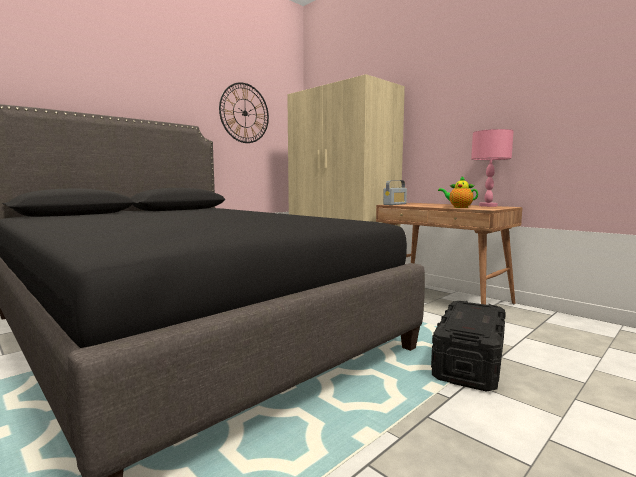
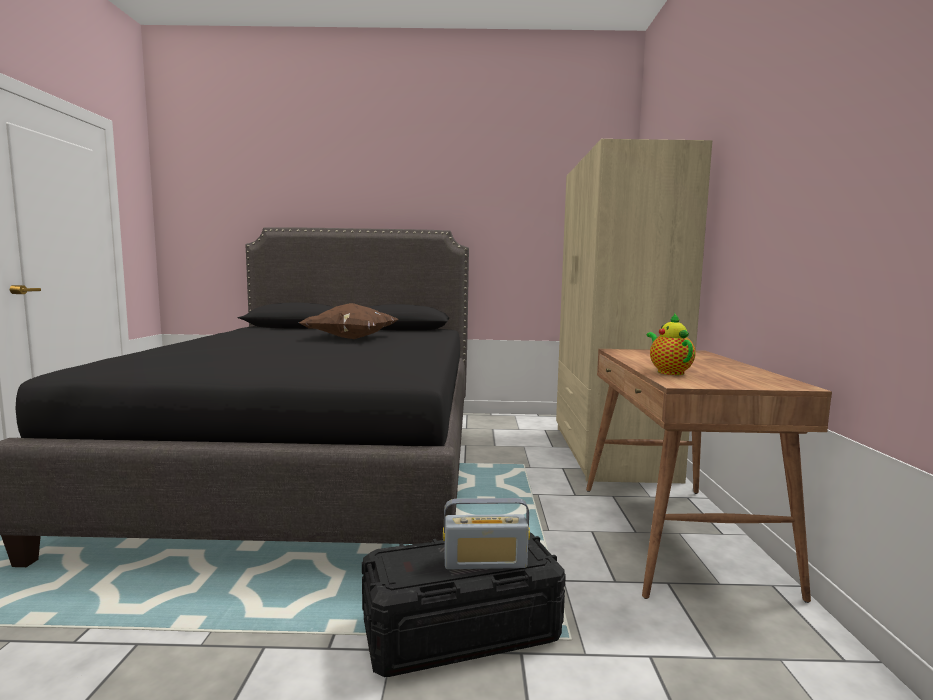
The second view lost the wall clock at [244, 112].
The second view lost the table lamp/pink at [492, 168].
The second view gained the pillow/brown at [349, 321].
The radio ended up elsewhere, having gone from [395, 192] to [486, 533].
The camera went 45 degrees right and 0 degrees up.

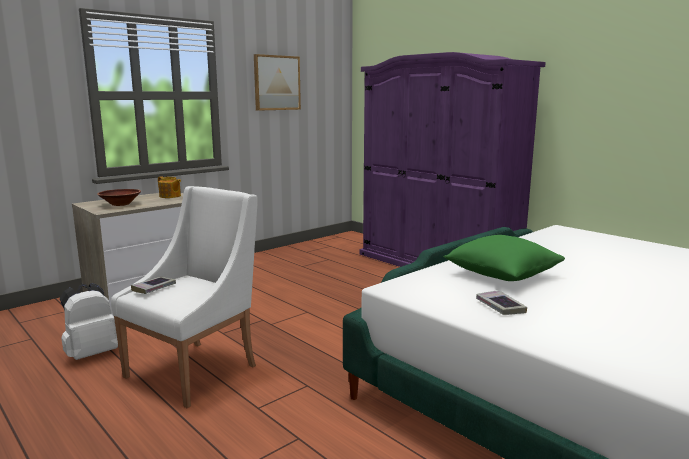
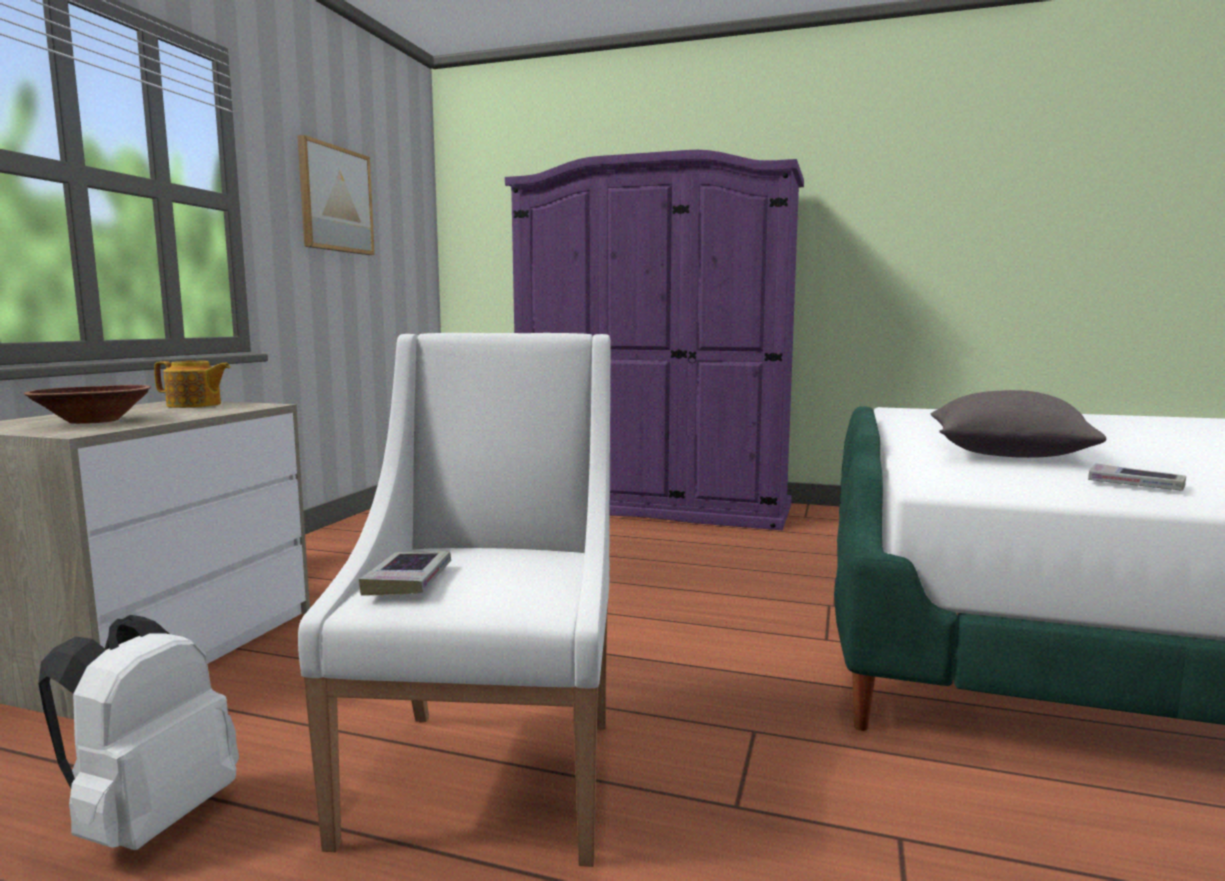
What was the pillow/green at [504, 258] turned into the pillow/grey at [1018, 424].
The camera went 30 degrees left and 5 degrees down.

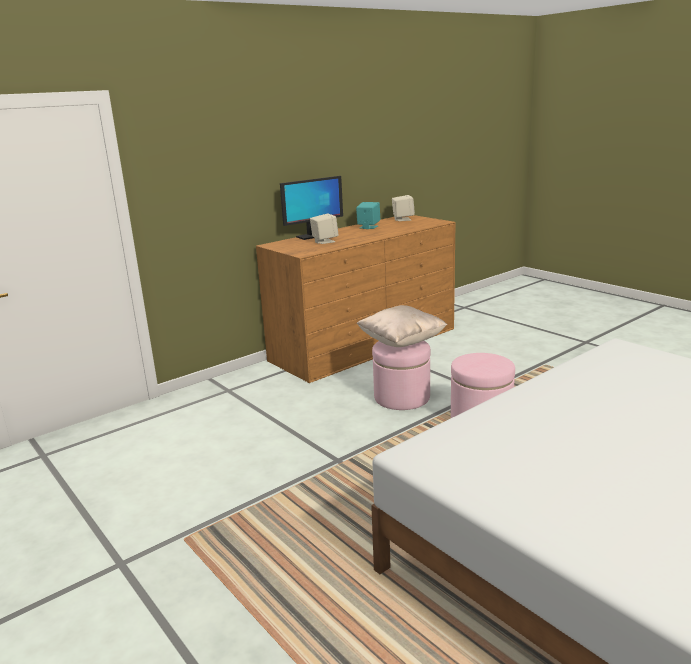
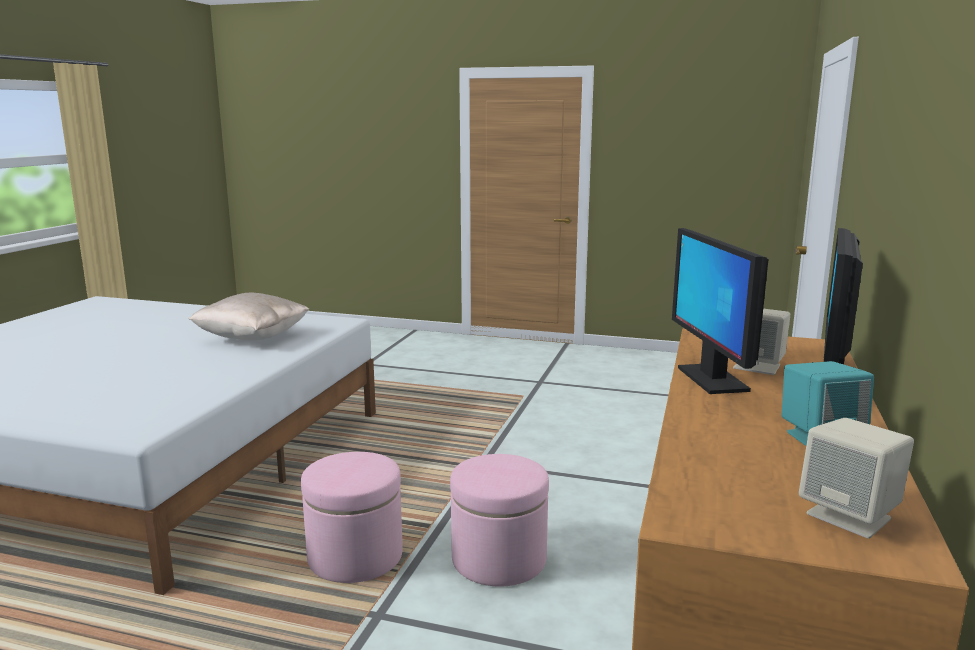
The second view gained the monitor at [720, 311].
The pillow/beige ended up elsewhere, having gone from [402, 326] to [249, 317].
The camera went 145 degrees right and 5 degrees down.

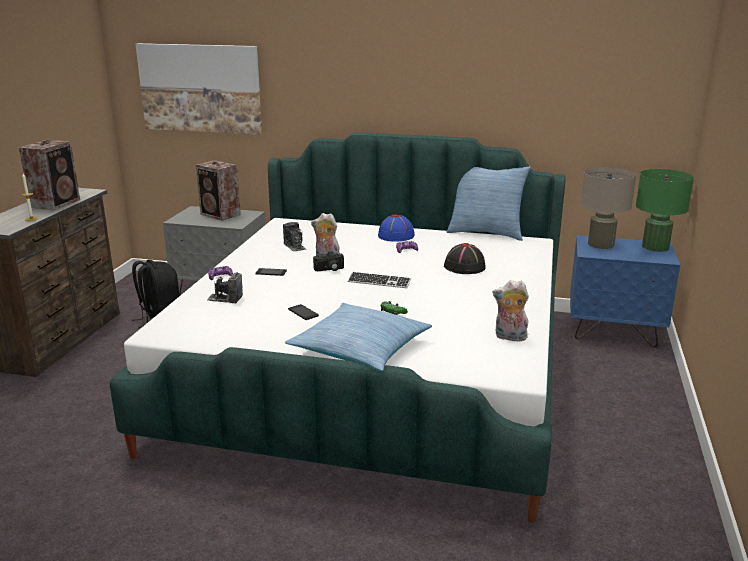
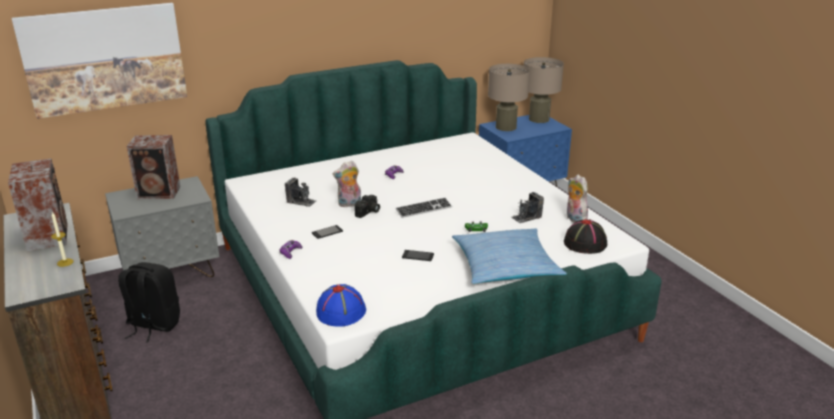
The second view lost the pillow at [489, 203].
The photo camera ended up elsewhere, having gone from [225, 287] to [527, 207].
The hat/blue ended up elsewhere, having gone from [396, 227] to [341, 305].
The hat/black ended up elsewhere, having gone from [465, 258] to [585, 236].
What was the table lamp/green at [665, 210] turned into the table lamp/beige at [544, 90].
The plush toy at [511, 310] ended up facing another way, 90 degrees clockwise from before.
The camera went 40 degrees left and 5 degrees up.

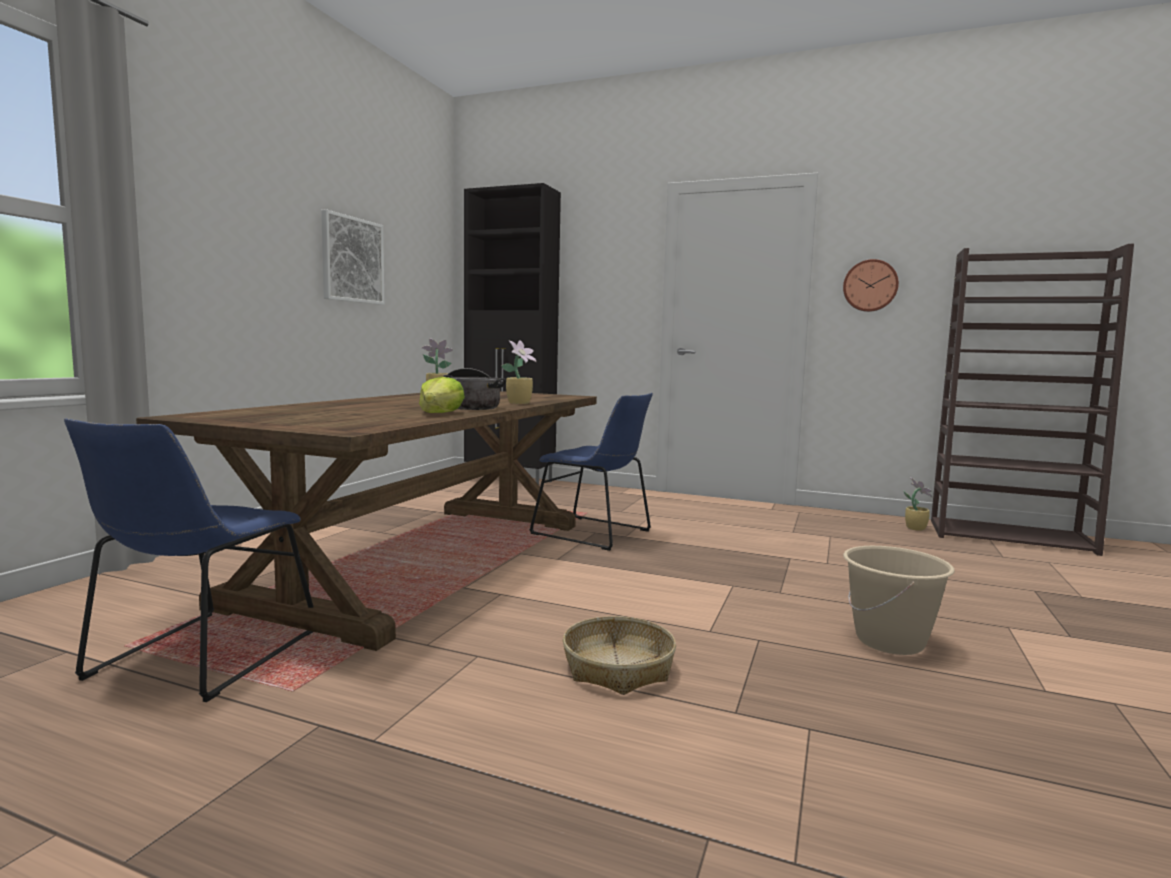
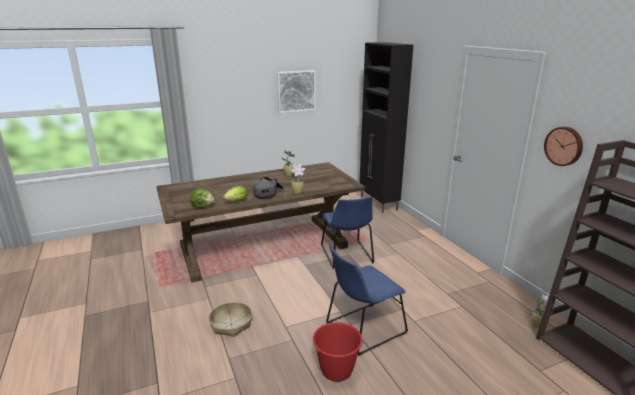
The second view gained the lettuce at [202, 198].
The chair/blue ended up elsewhere, having gone from [189, 560] to [367, 301].
What was the bucket/beige at [899, 600] turned into the bucket/red at [338, 352].
The camera went 45 degrees right and 15 degrees up.

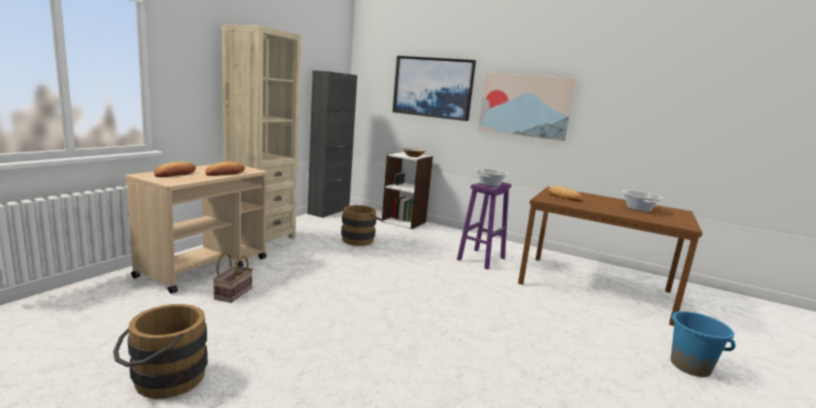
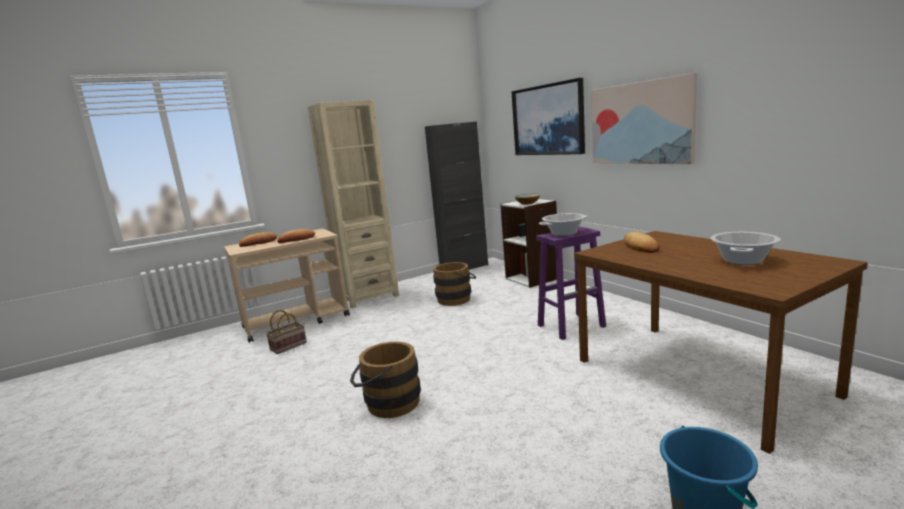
The bucket/brown ended up elsewhere, having gone from [160, 351] to [385, 380].
The camera went 35 degrees right and 0 degrees up.

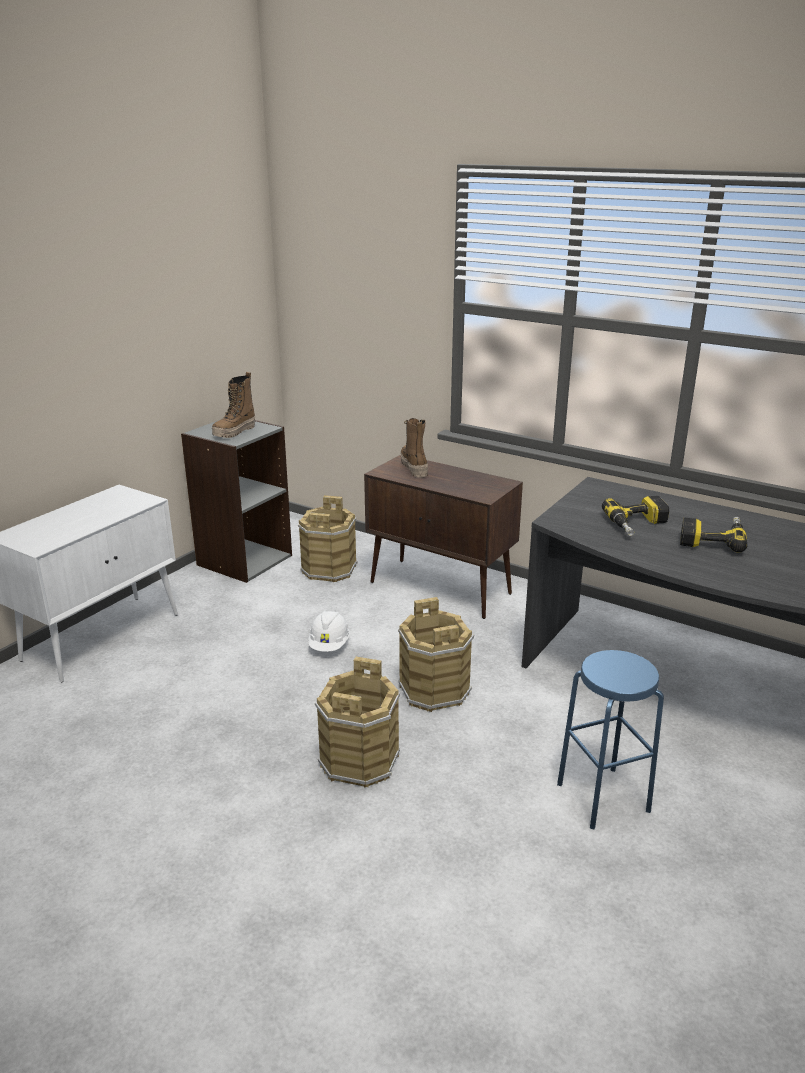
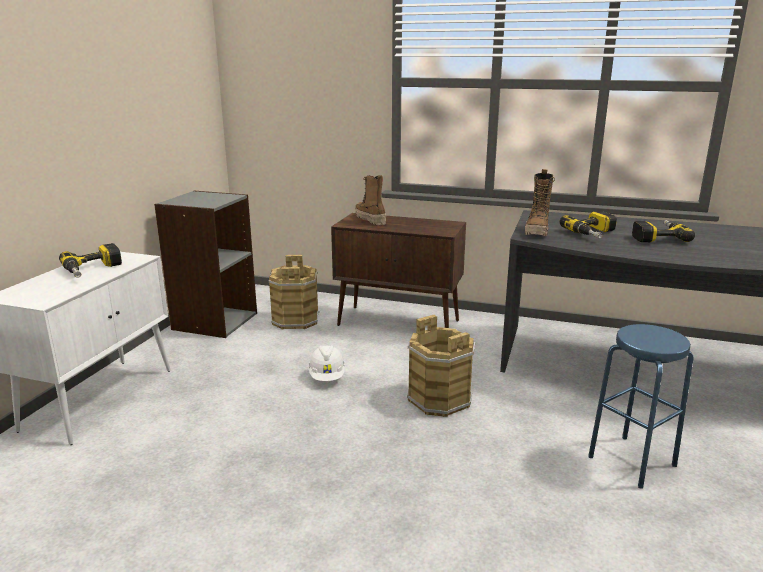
The second view lost the bucket/brown at [357, 722].
The second view gained the power drill at [90, 260].
The boot ended up elsewhere, having gone from [233, 405] to [540, 202].
The camera went 15 degrees left and 5 degrees down.

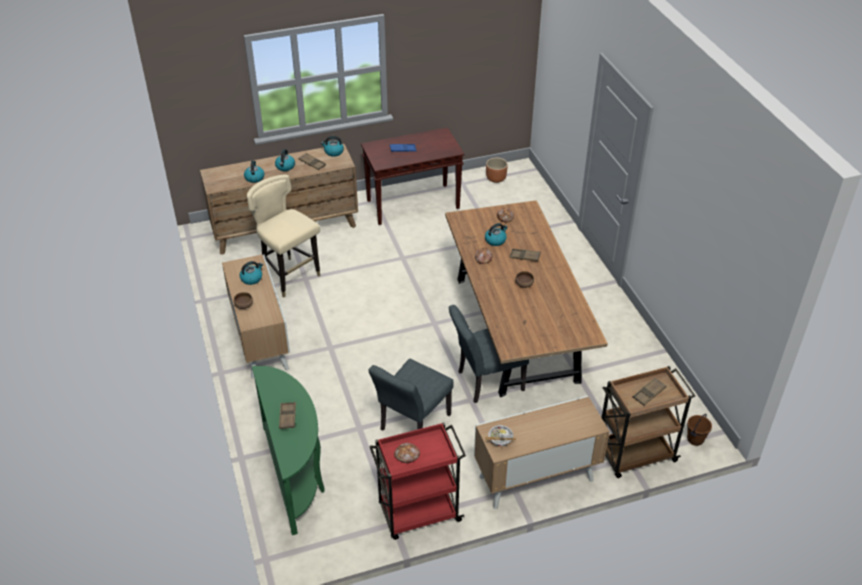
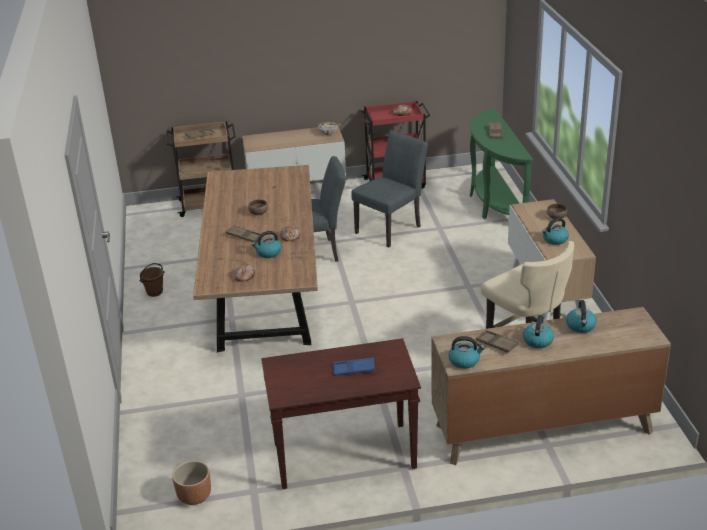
The bucket/brown ended up elsewhere, having gone from [699, 430] to [152, 280].
The camera went 170 degrees left and 10 degrees down.

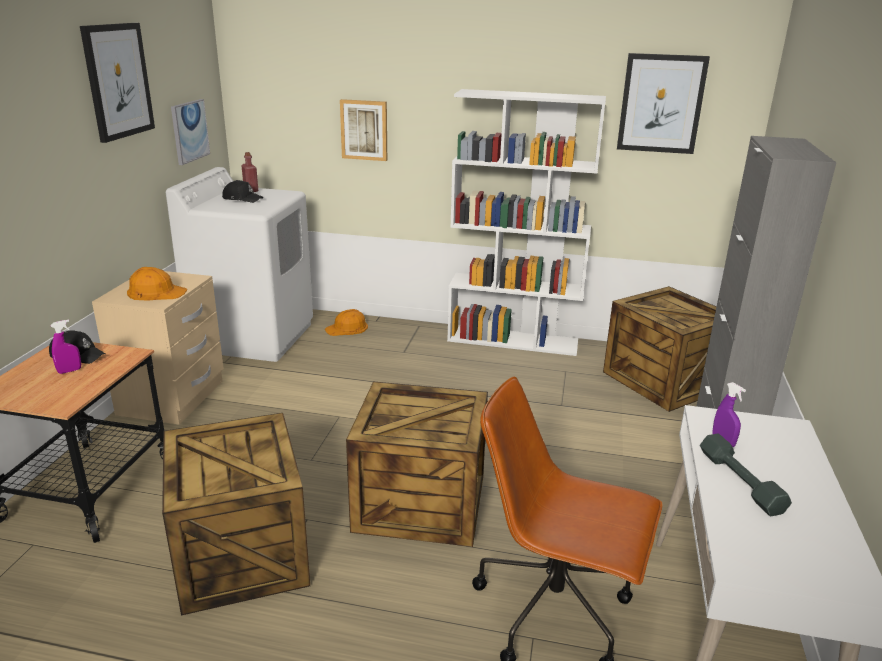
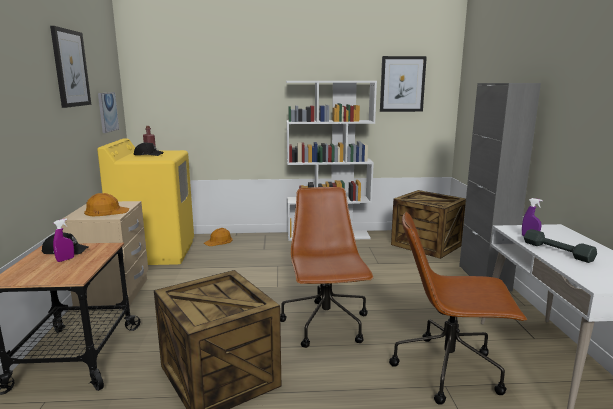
The second view lost the picture at [363, 130].
Where the crate stood at [417, 464], the office chair/brown came to stand at [326, 267].
What was the washing machine/white at [239, 264] turned into the washing machine/yellow at [145, 202].
The camera went 15 degrees left and 10 degrees down.

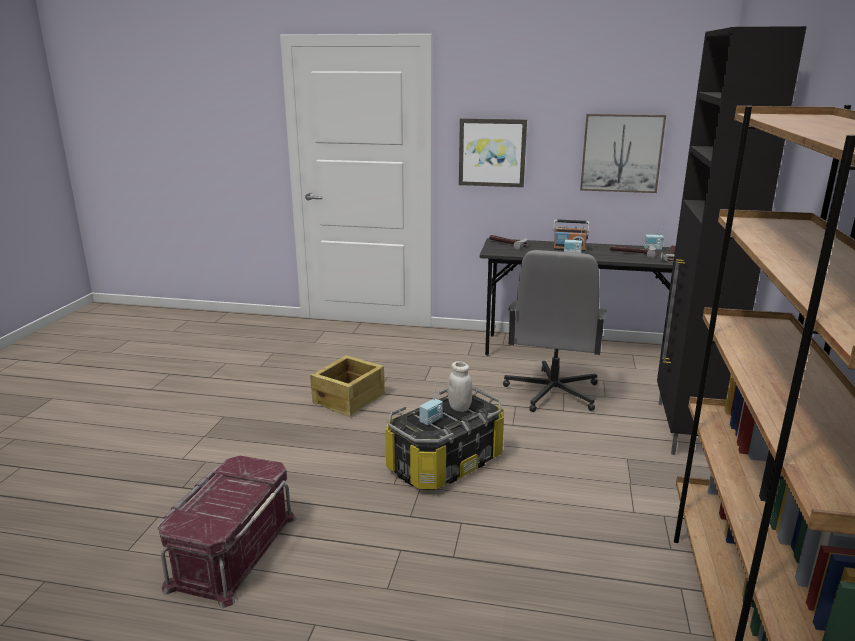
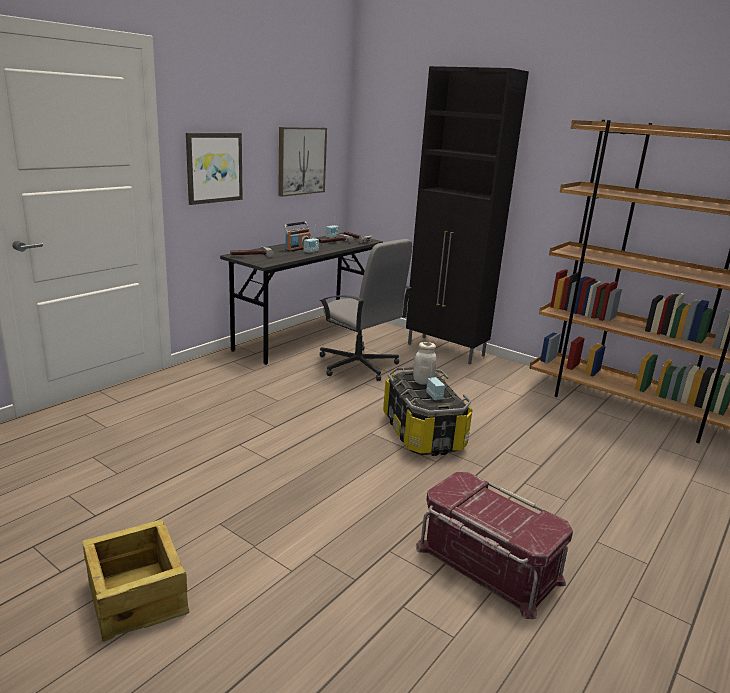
The crate ended up elsewhere, having gone from [347, 386] to [135, 580].
The camera went 65 degrees left and 0 degrees up.

